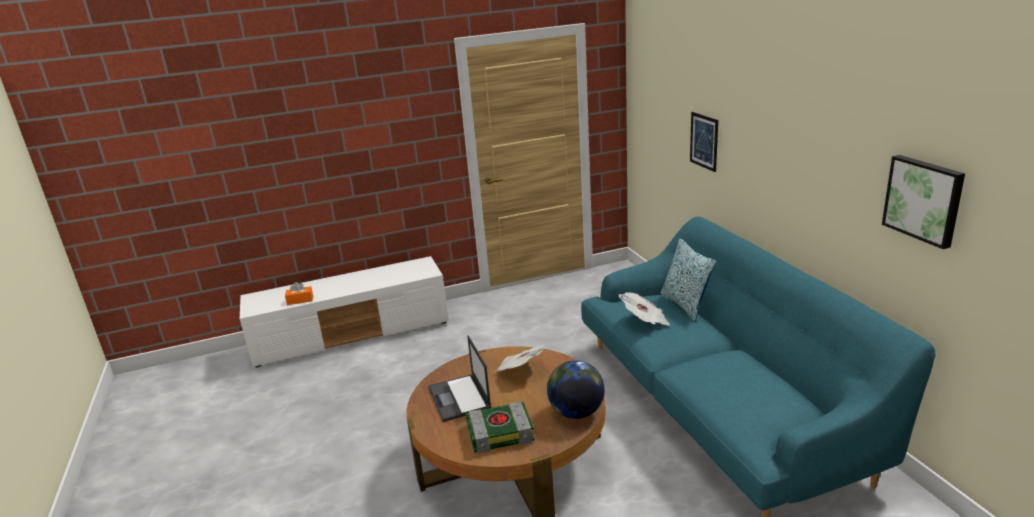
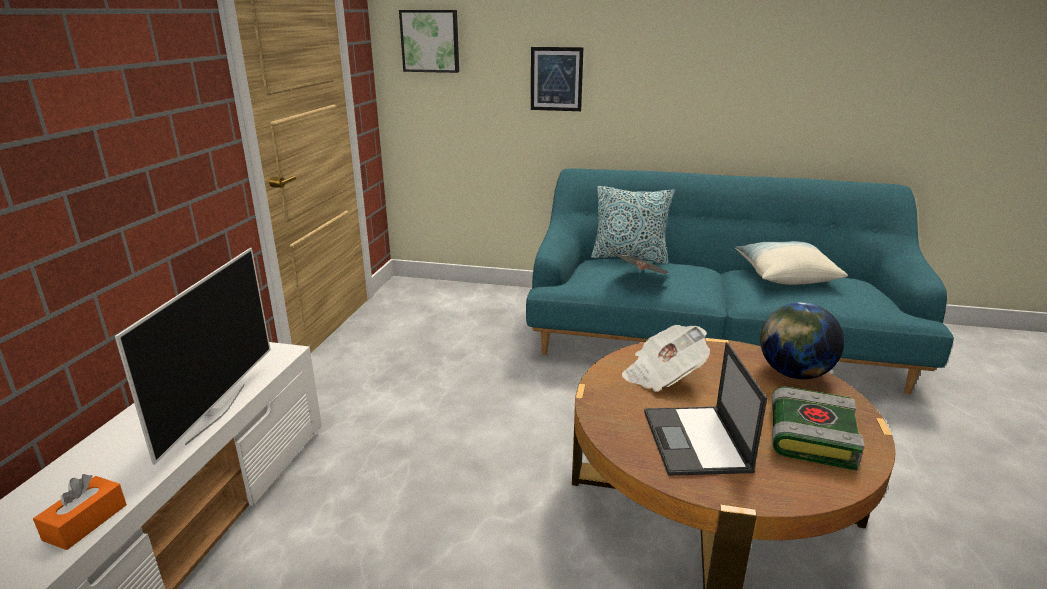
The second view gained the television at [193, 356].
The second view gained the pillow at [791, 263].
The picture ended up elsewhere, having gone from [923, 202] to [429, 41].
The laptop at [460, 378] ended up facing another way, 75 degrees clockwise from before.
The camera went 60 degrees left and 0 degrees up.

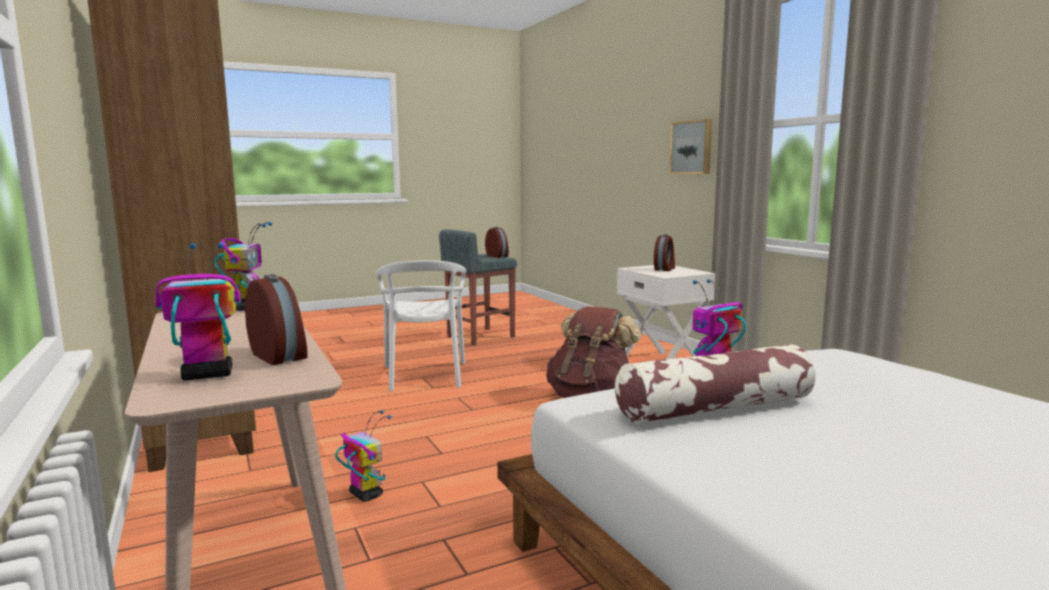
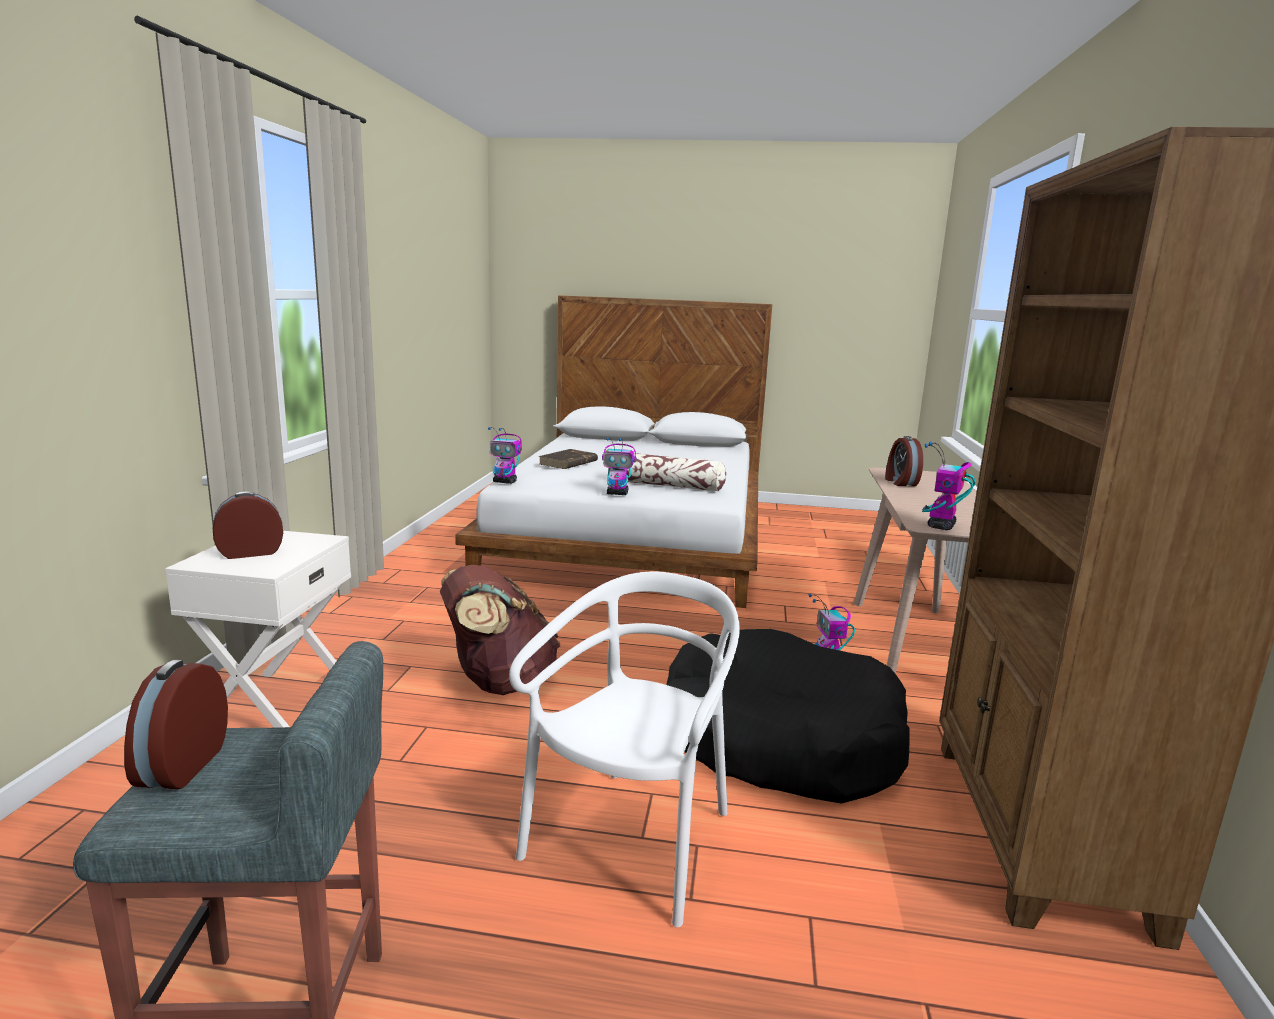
The second view lost the picture at [691, 146].
The second view gained the book/brown at [568, 459].
The second view gained the dog bed/black at [788, 716].
The toy robot ended up elsewhere, having gone from [198, 311] to [505, 455].
The camera went 145 degrees left and 5 degrees up.

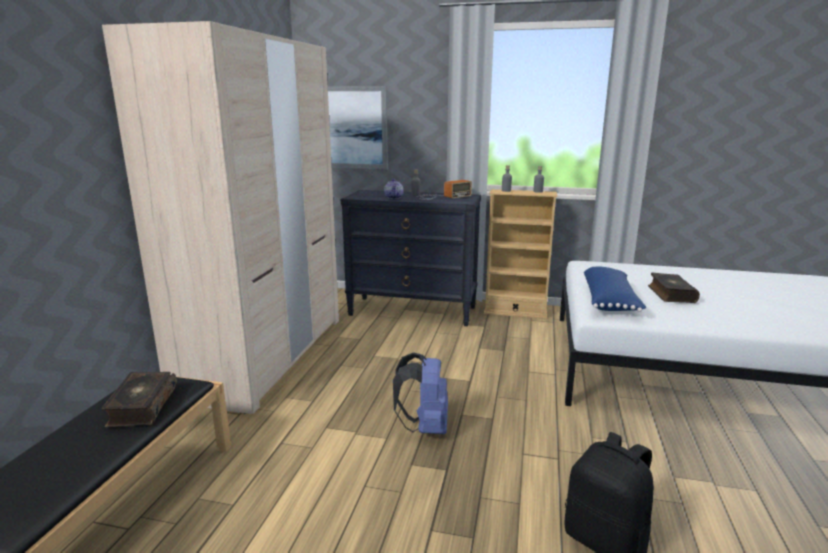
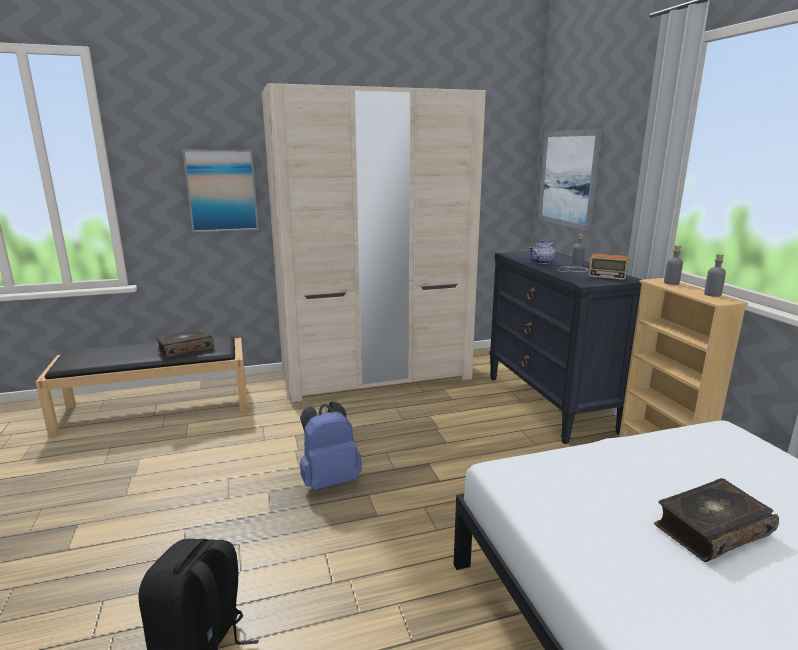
The second view lost the pillow/blue at [615, 289].
The second view gained the picture at [221, 190].
The camera went 60 degrees right and 0 degrees up.

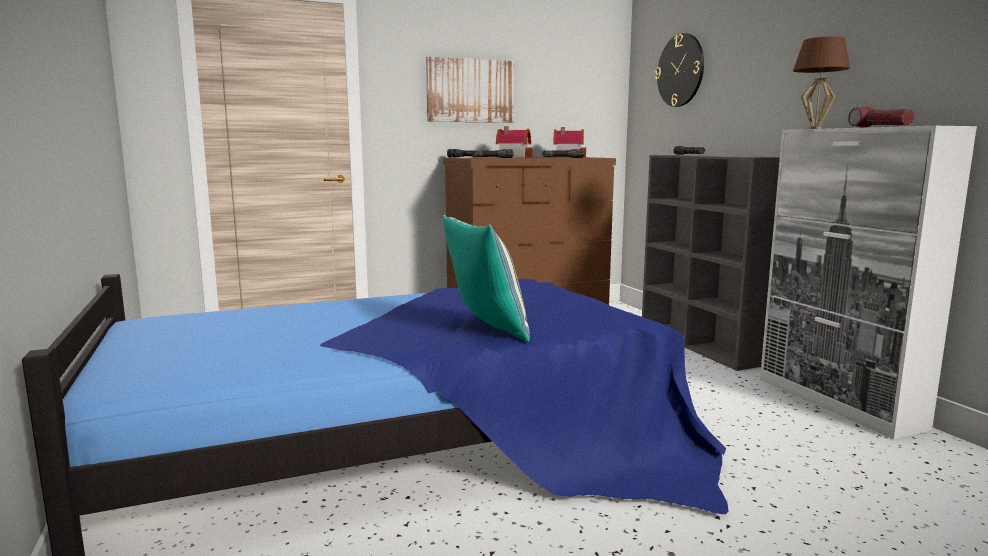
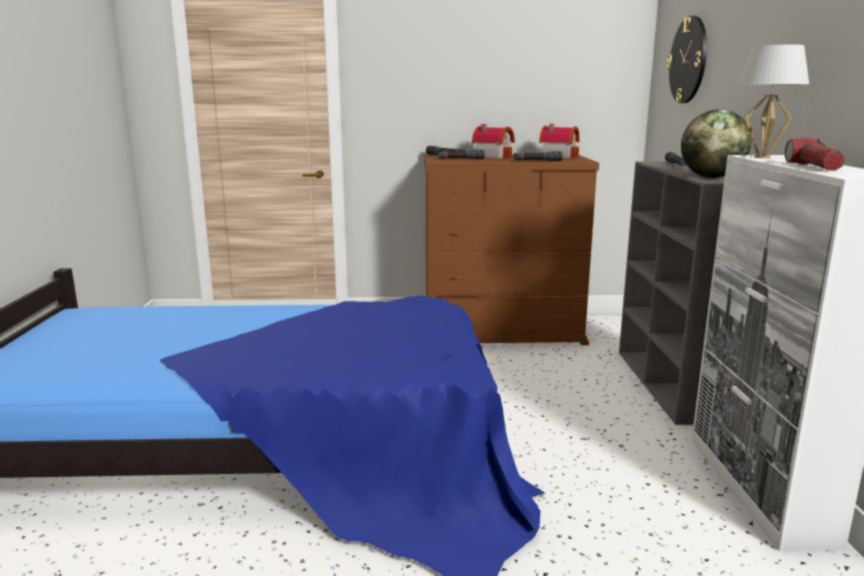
The second view lost the picture at [470, 90].
The second view lost the pillow at [486, 278].
The second view gained the globe at [716, 143].
What was the table lamp/brown at [821, 82] turned into the table lamp/white at [773, 101].
The camera went 20 degrees right and 5 degrees up.

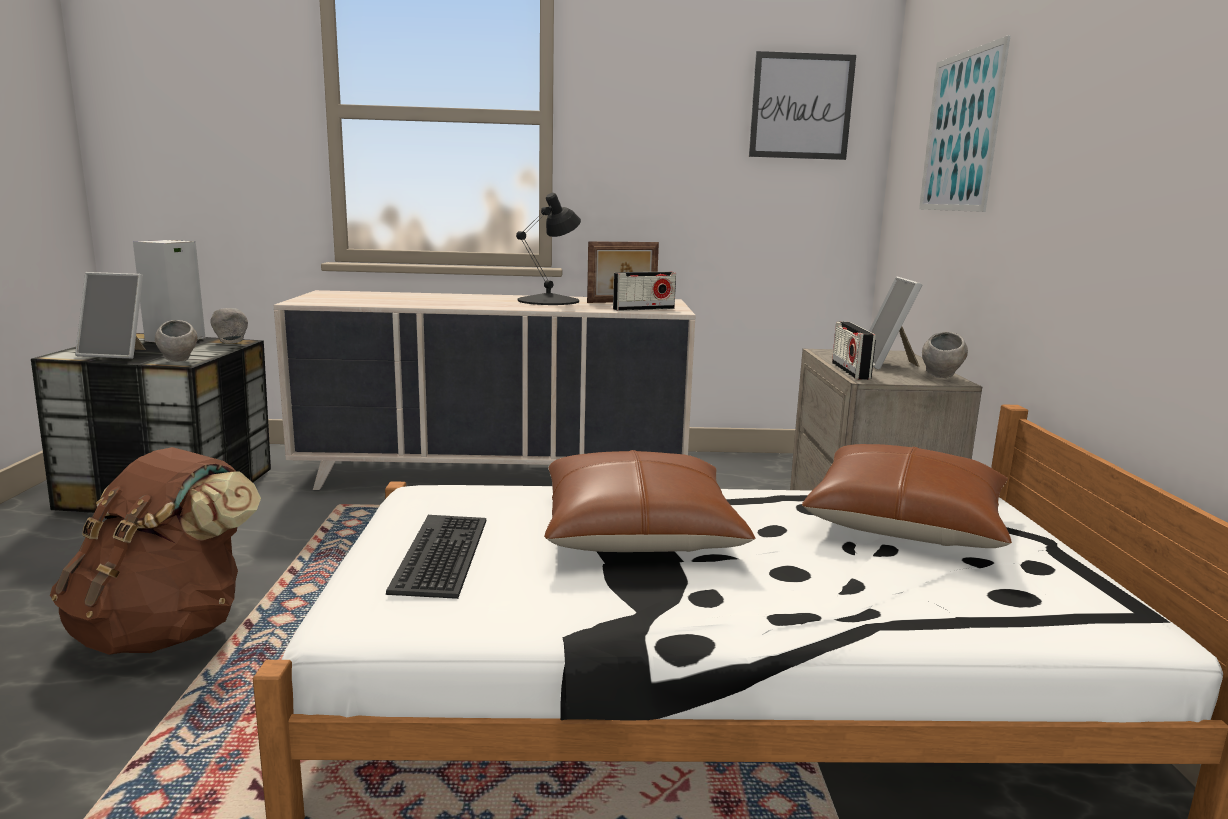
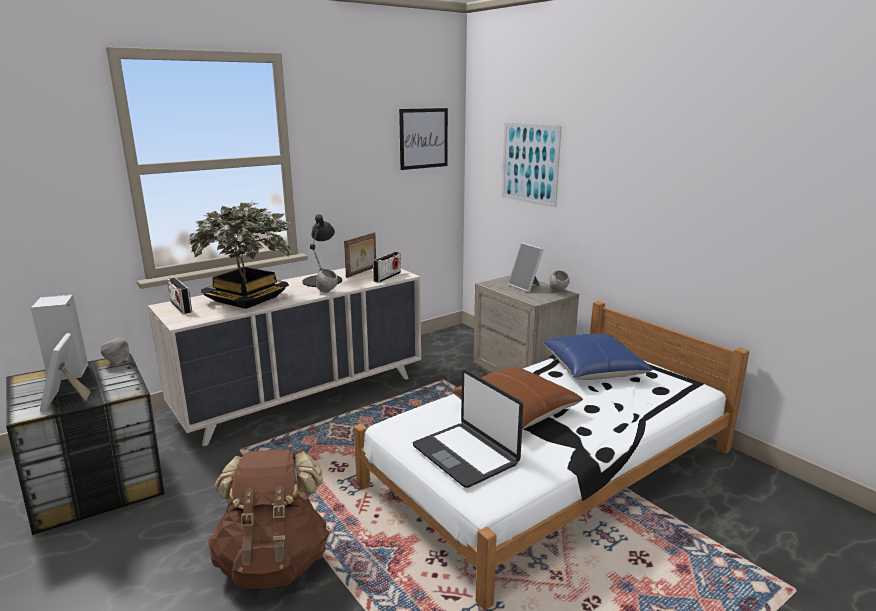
The second view gained the potted plant at [240, 255].
The bowl/grey ended up elsewhere, having gone from [176, 341] to [327, 281].
The radio ended up elsewhere, having gone from [854, 351] to [179, 296].
Where the keyboard stood at [436, 557], the laptop came to stand at [468, 429].
What was the pillow/brown at [907, 496] turned into the pillow/blue at [597, 357].
The picture frame at [110, 315] ended up facing another way, 105 degrees clockwise from before.
The camera went 35 degrees left and 5 degrees up.

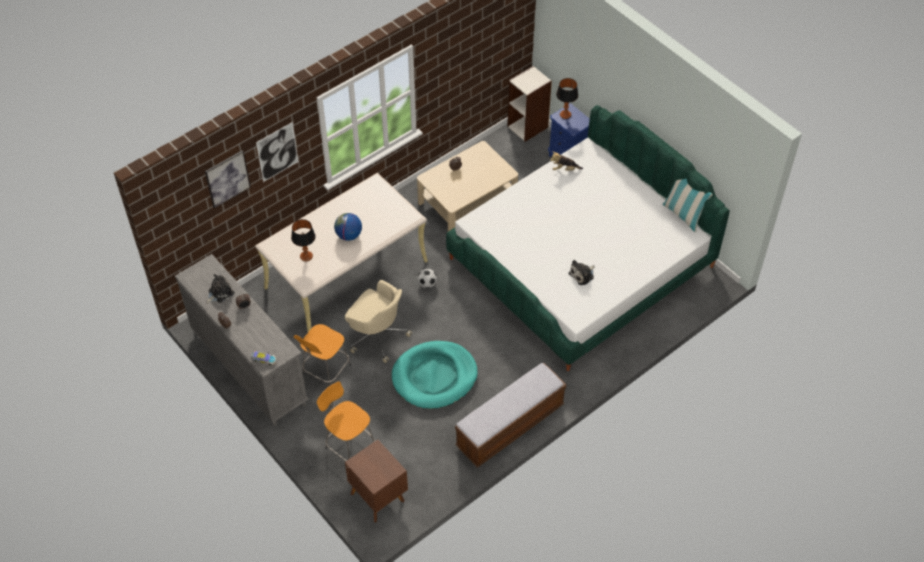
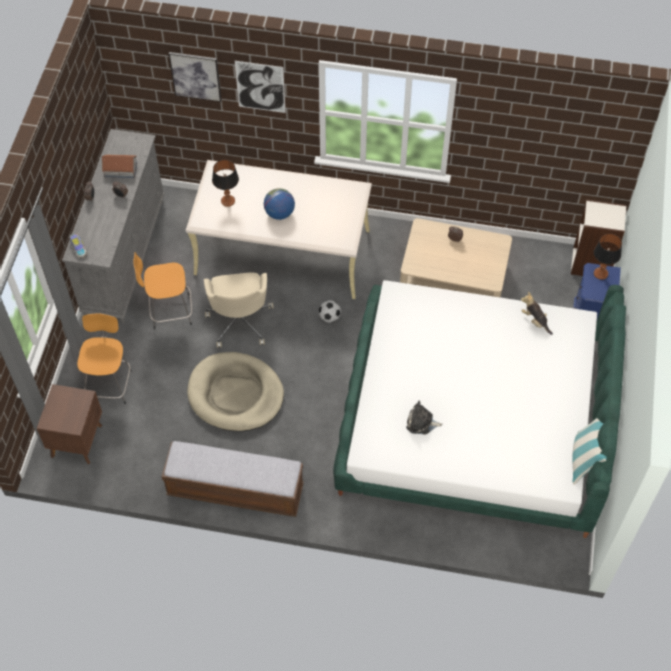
Where the plush toy stood at [220, 289], the toy house came to stand at [119, 166].
What was the dog bed/turquoise at [435, 375] turned into the dog bed/beige at [235, 392].
The camera went 50 degrees right and 5 degrees up.

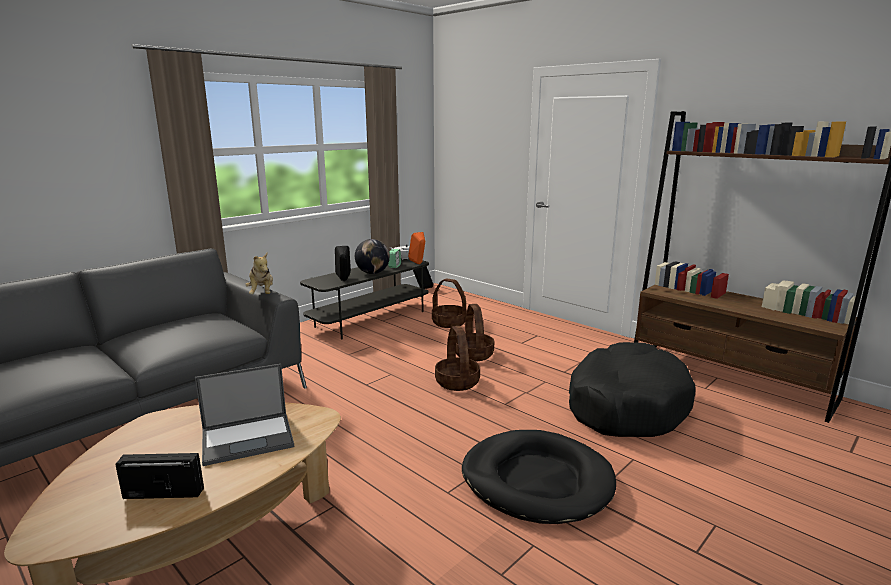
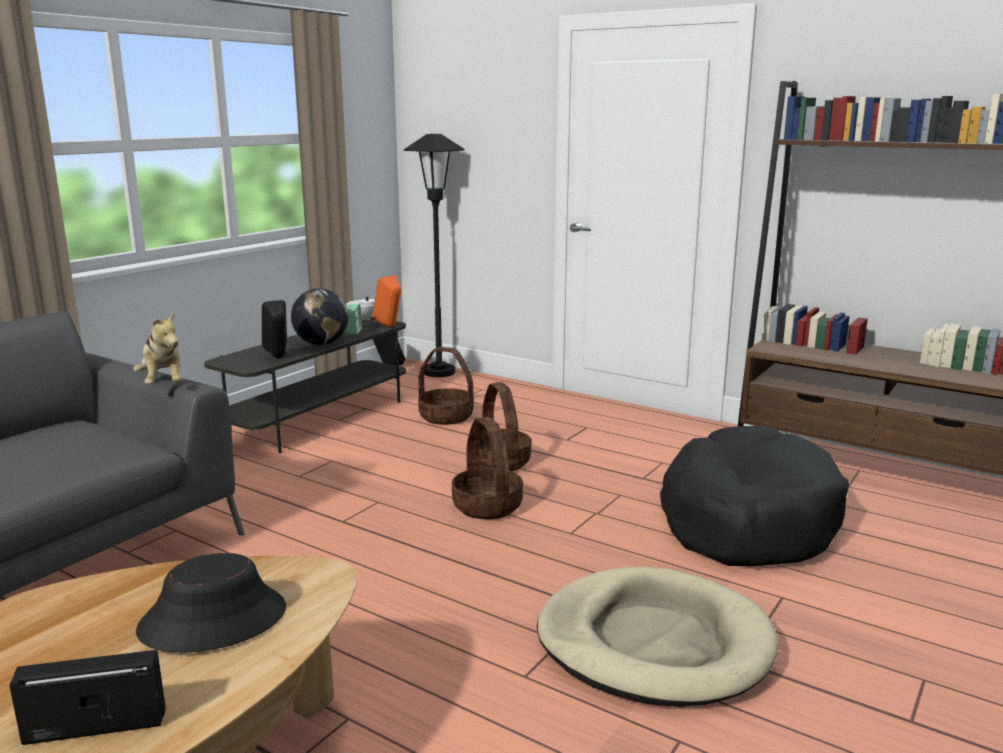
The second view gained the floor lamp/black at [434, 255].
Where the laptop stood at [244, 415], the hat/black came to stand at [211, 603].
What was the dog bed/black at [539, 477] turned into the dog bed/beige at [657, 636].
The camera went 10 degrees left and 0 degrees up.

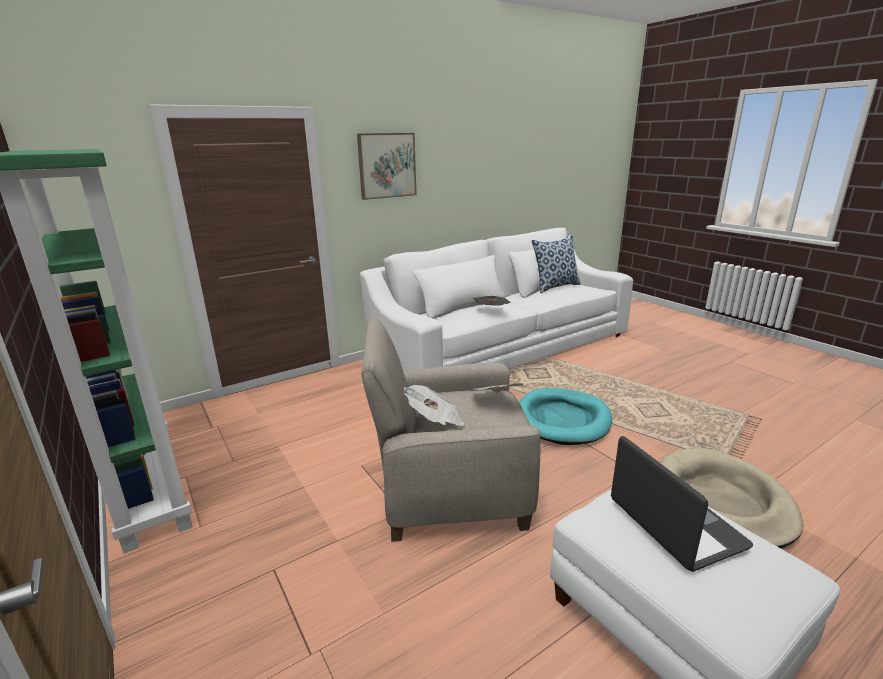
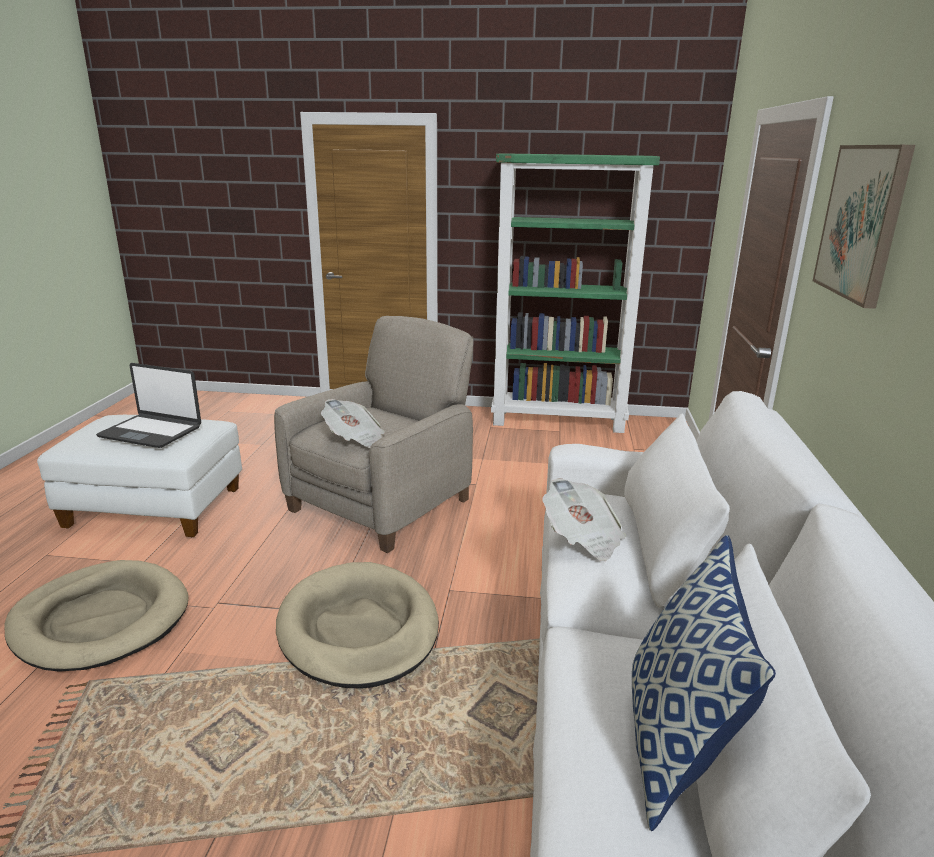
The second view lost the newspaper at [434, 405].
What was the dog bed/turquoise at [565, 416] turned into the dog bed/beige at [357, 625].
The camera went 130 degrees right and 0 degrees up.

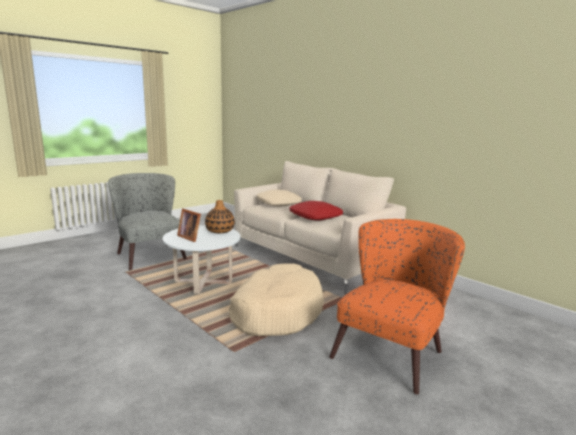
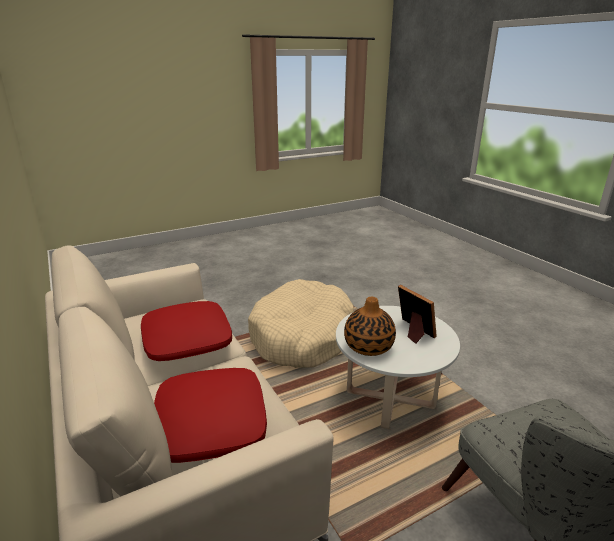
The second view lost the armchair/orange at [397, 306].
What was the pillow/beige at [279, 198] turned into the pillow/red at [210, 415].
The camera went 165 degrees left and 10 degrees up.

